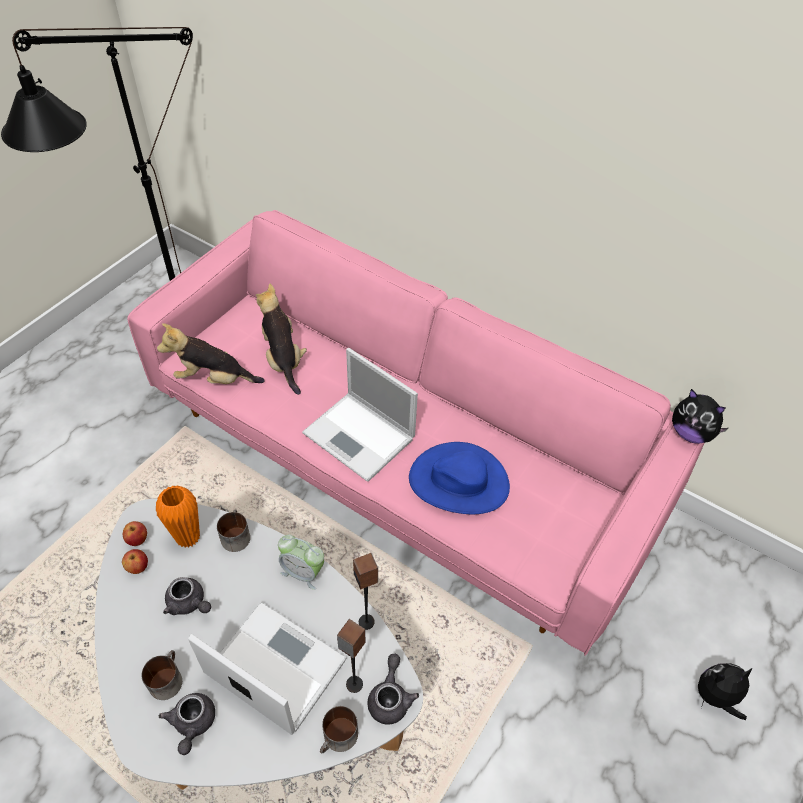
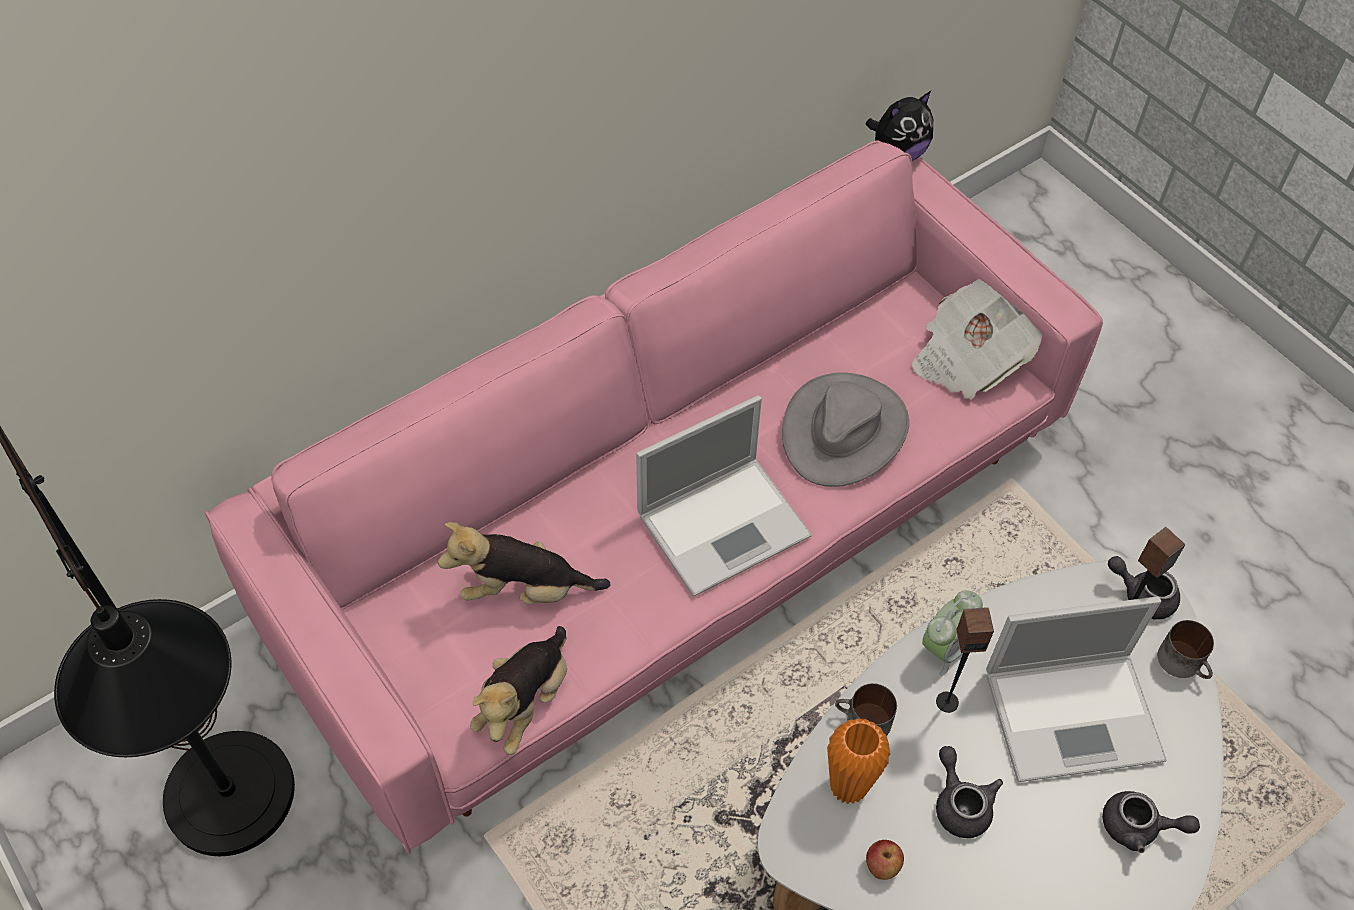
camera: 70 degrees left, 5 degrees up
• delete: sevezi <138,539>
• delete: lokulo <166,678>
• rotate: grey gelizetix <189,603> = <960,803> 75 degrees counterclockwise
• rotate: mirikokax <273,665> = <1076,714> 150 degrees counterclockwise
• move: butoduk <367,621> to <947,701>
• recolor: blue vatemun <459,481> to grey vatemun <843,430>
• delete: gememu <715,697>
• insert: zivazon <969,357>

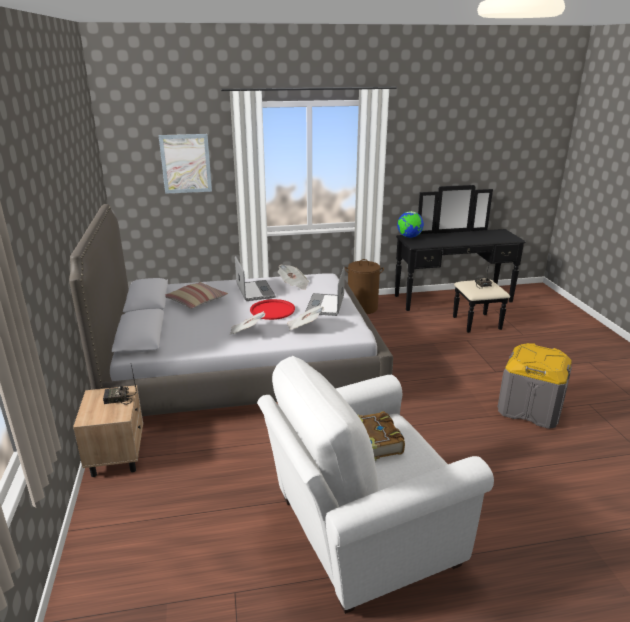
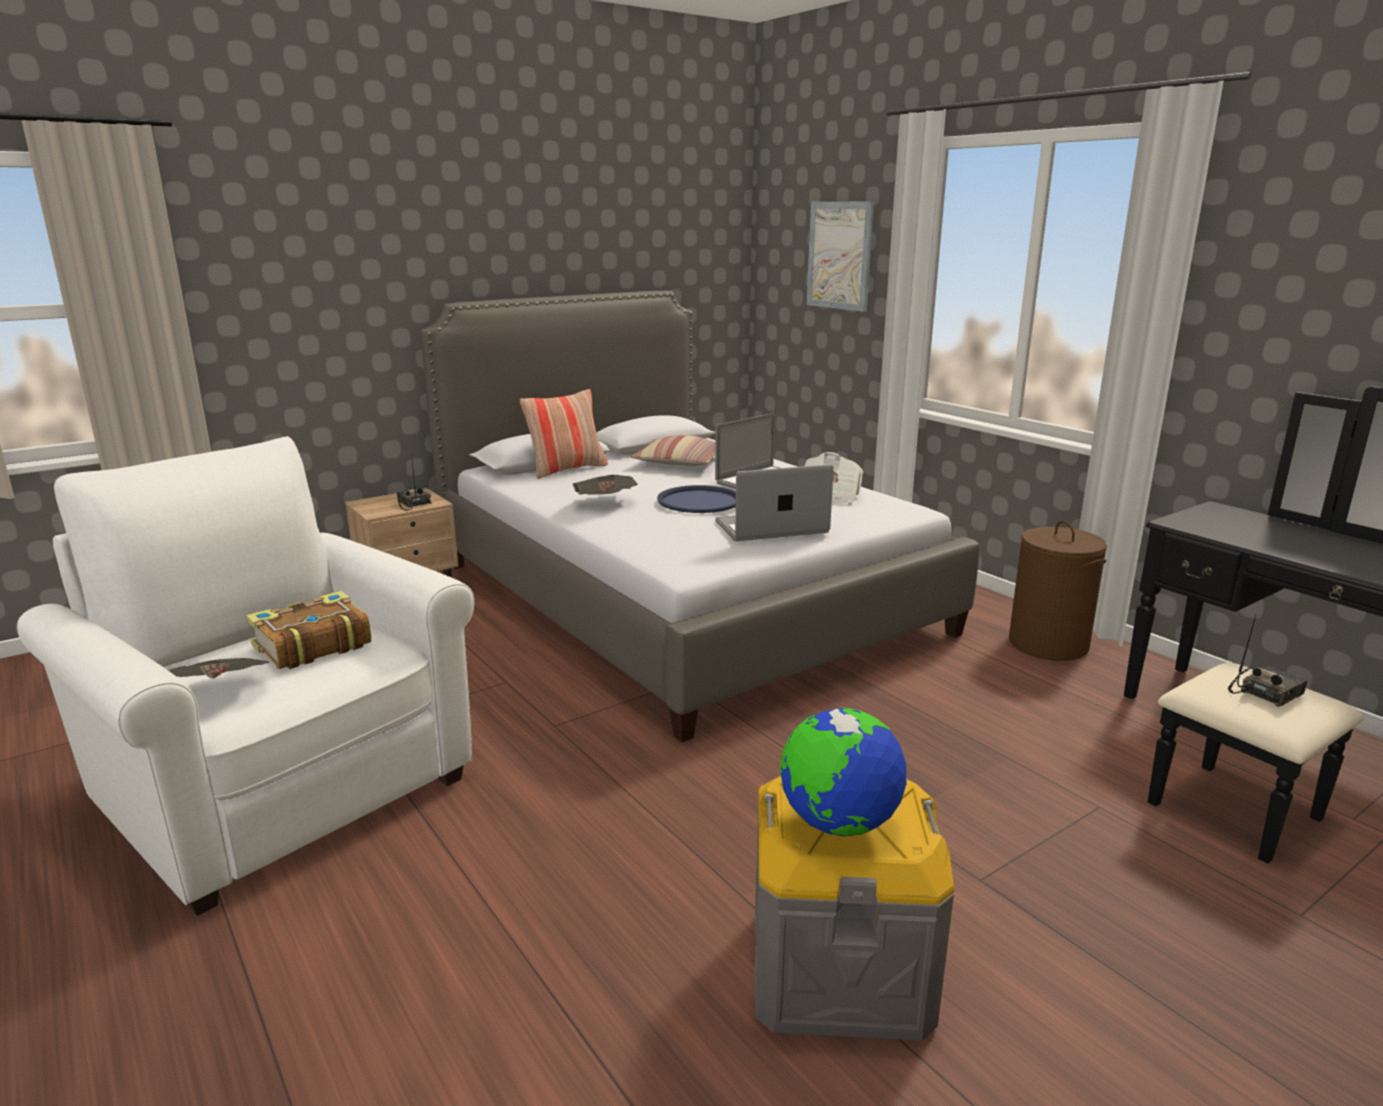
camera: 65 degrees right, 5 degrees down
• recolor: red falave <272,310> to blue falave <700,501>
• move: zivazon <304,327> to <219,693>
• move: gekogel <409,237> to <838,823>
• insert: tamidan <566,469>

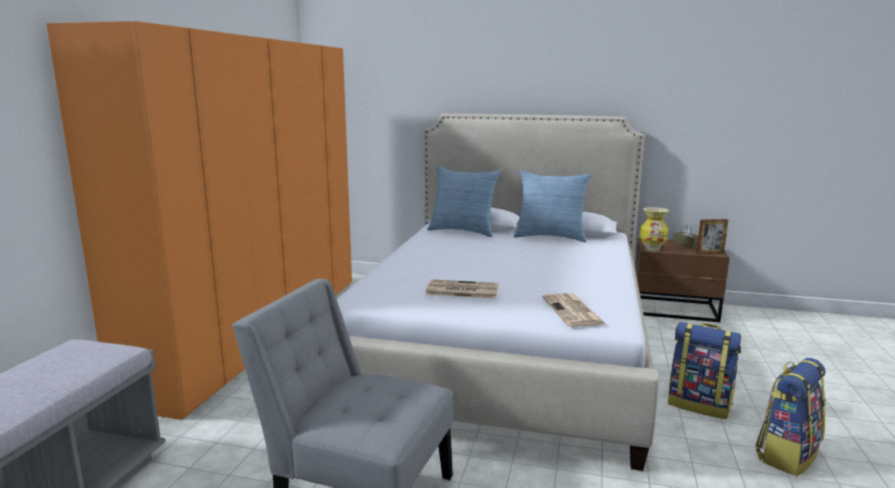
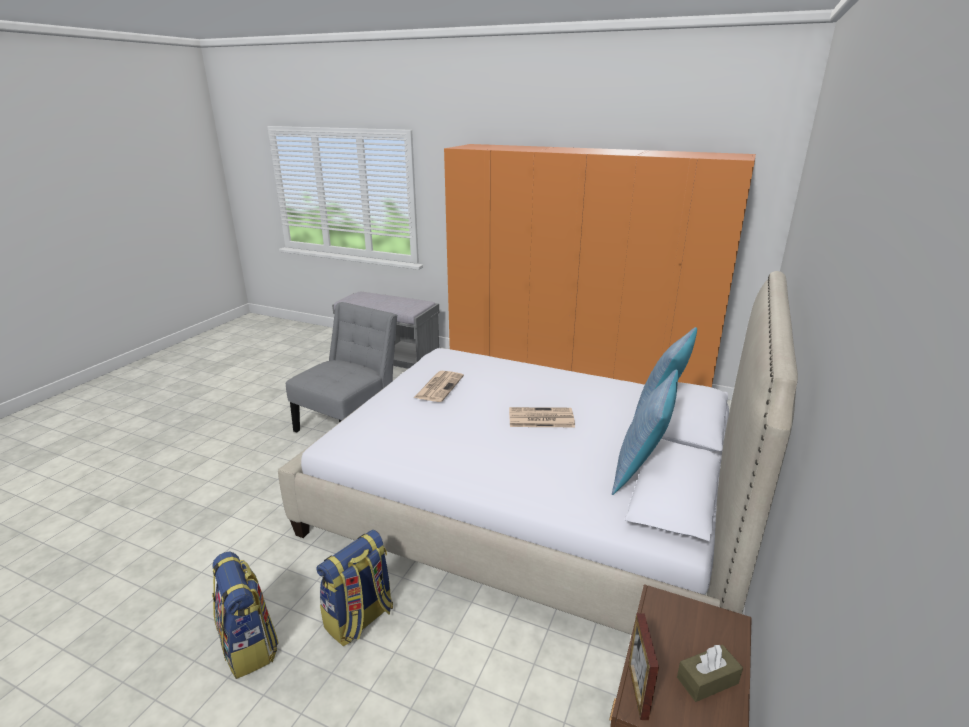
camera: 100 degrees right, 10 degrees up
• move: zivazon <573,311> to <540,418>
• delete: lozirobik <652,249>

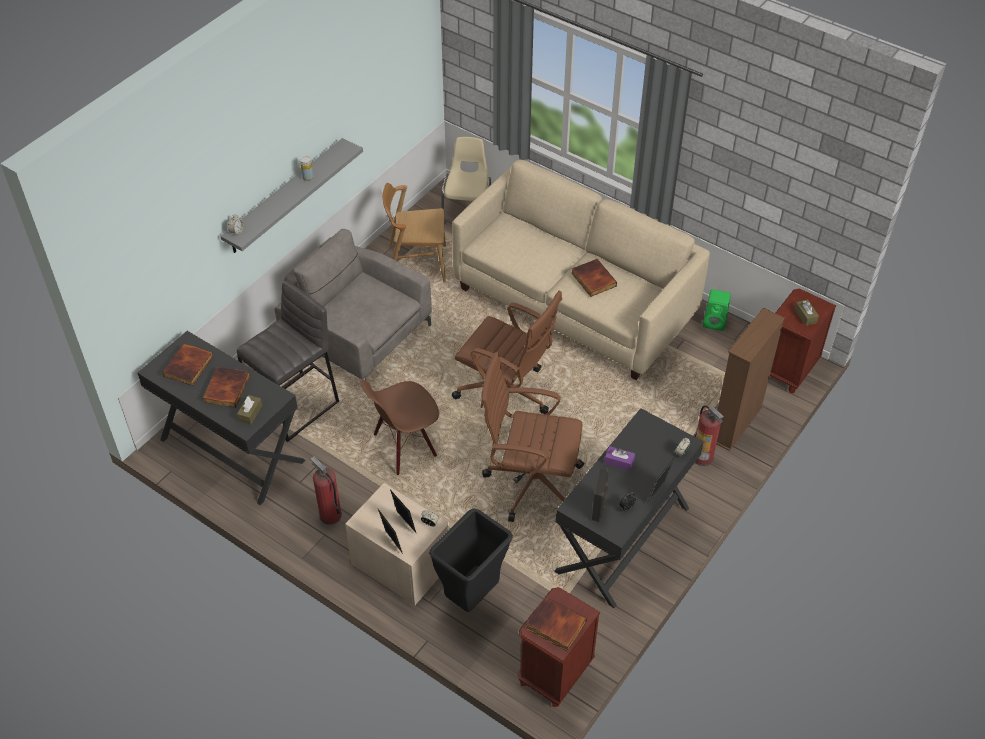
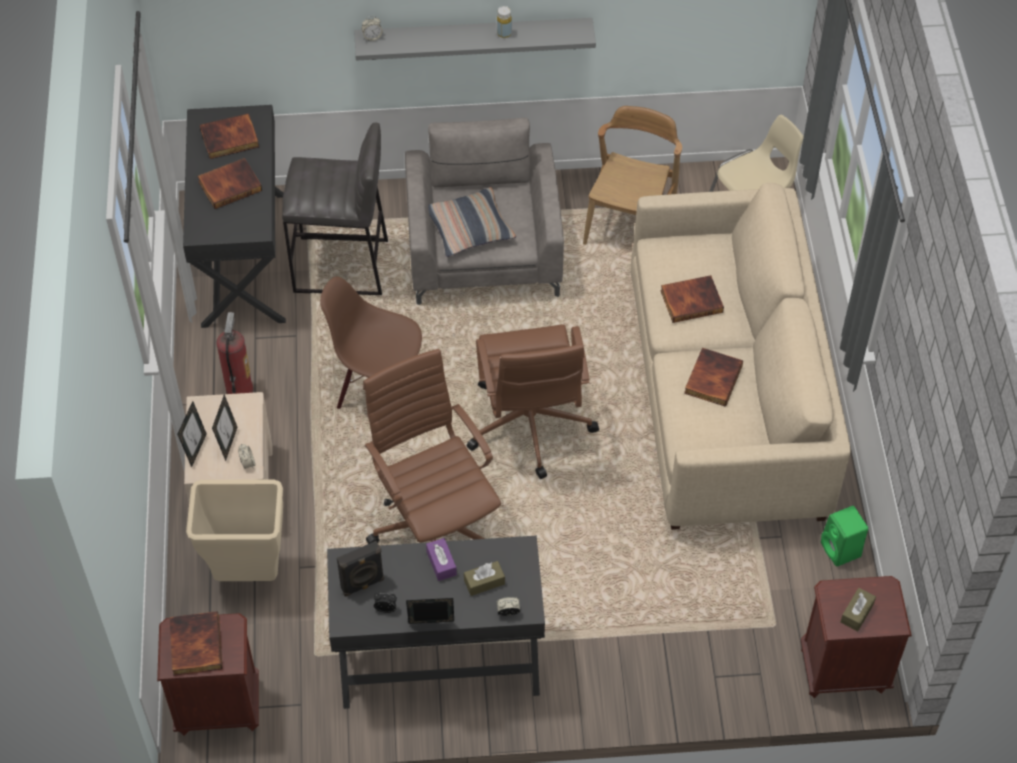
camera: 50 degrees right, 5 degrees up
• move: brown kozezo <250,413> to <484,582>
• rotate: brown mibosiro <416,264> = <630,224> 60 degrees clockwise
• recolor: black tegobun <472,597> to beige tegobun <247,575>
• delete: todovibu <702,457>
• delete: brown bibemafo <736,424>
• insert: tamidan <469,228>
• insert: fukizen <691,300>

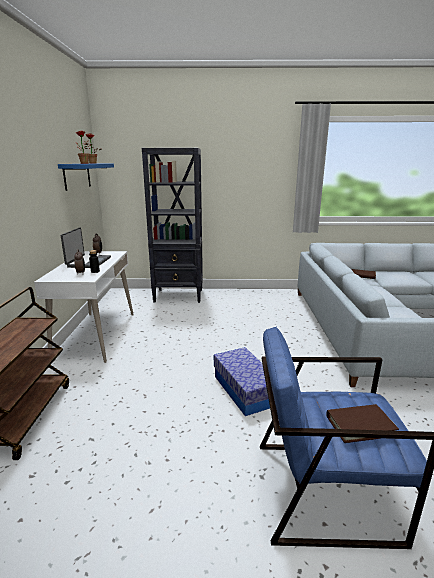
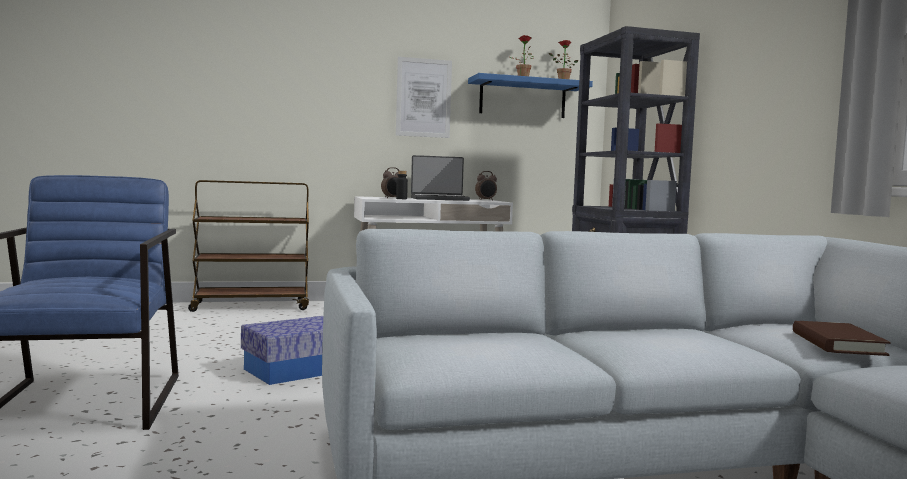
camera: 75 degrees right, 15 degrees down
• delete: brown fukizen <360,425>
• insert: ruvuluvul <423,98>

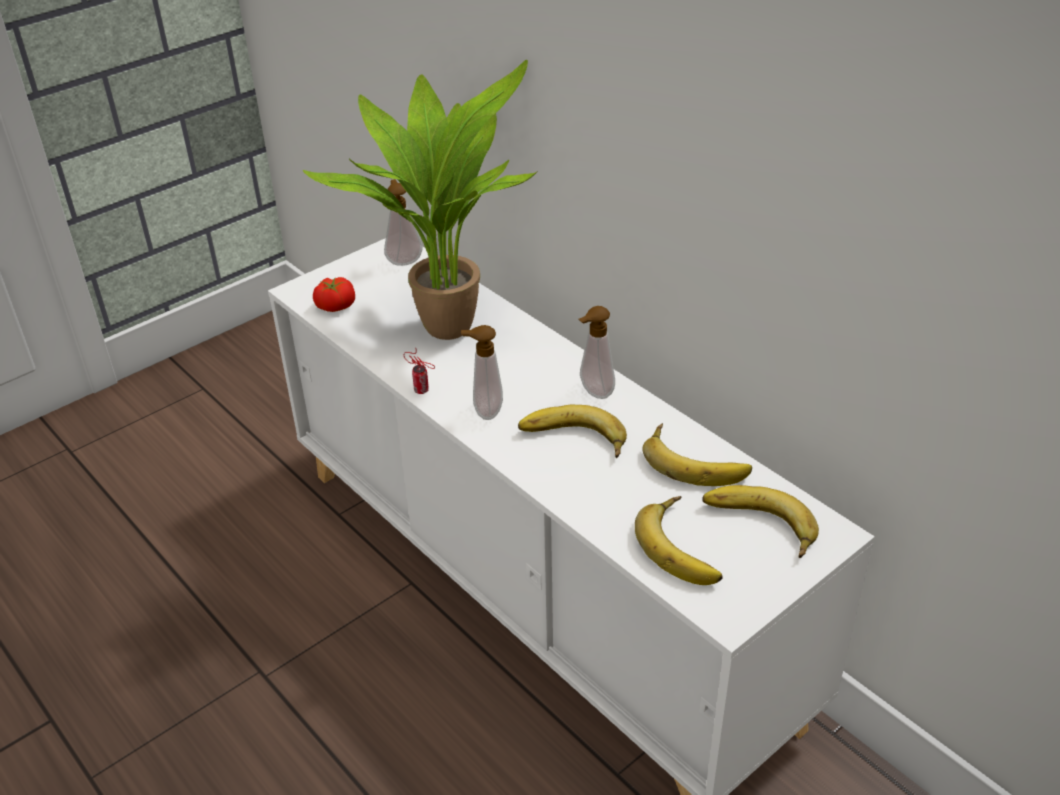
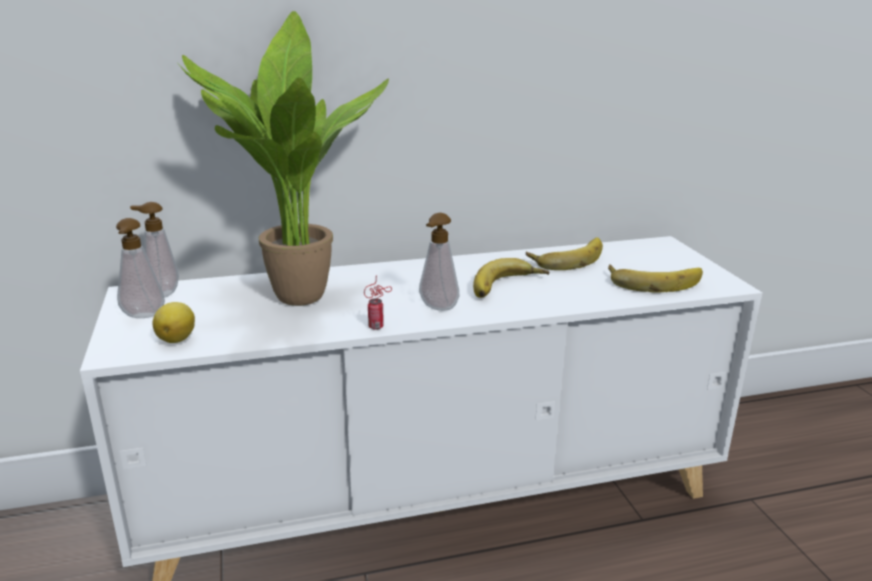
camera: 65 degrees left, 15 degrees down
• replace: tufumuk <335,305> to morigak <177,339>
• move: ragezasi <594,393> to <142,316>
• delete: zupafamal <757,527>

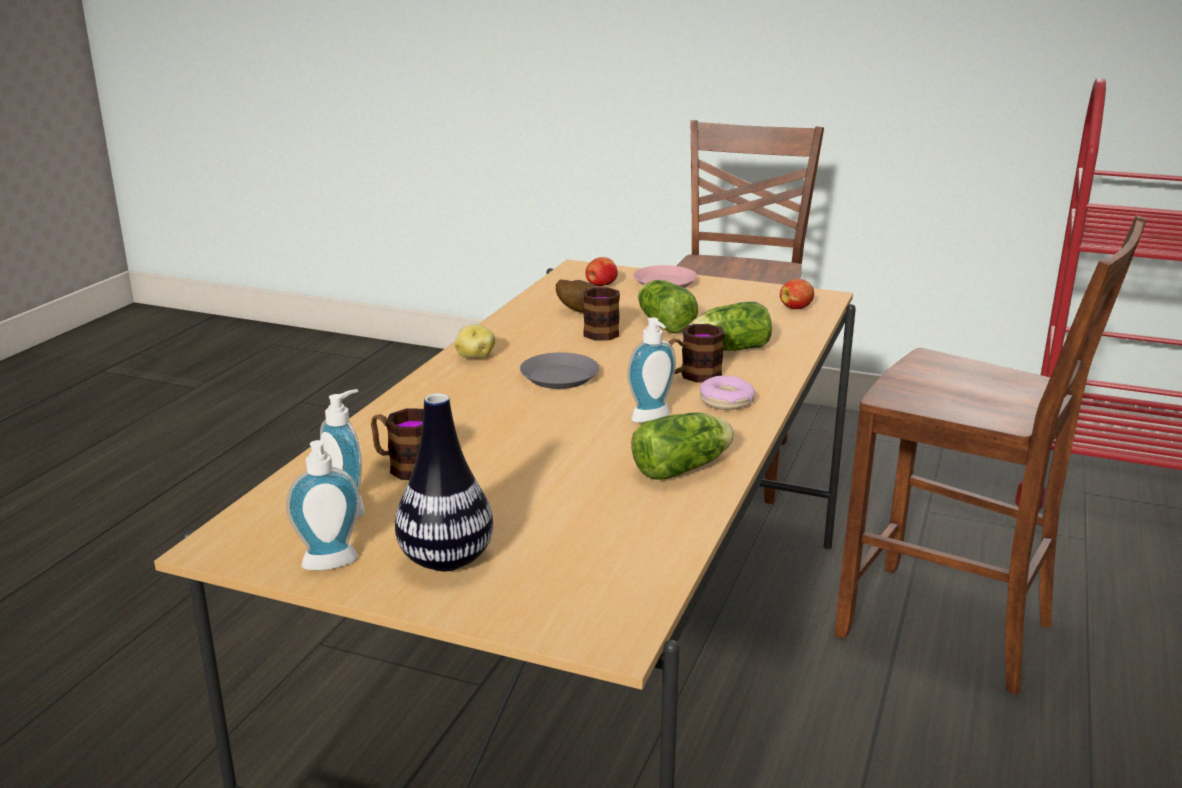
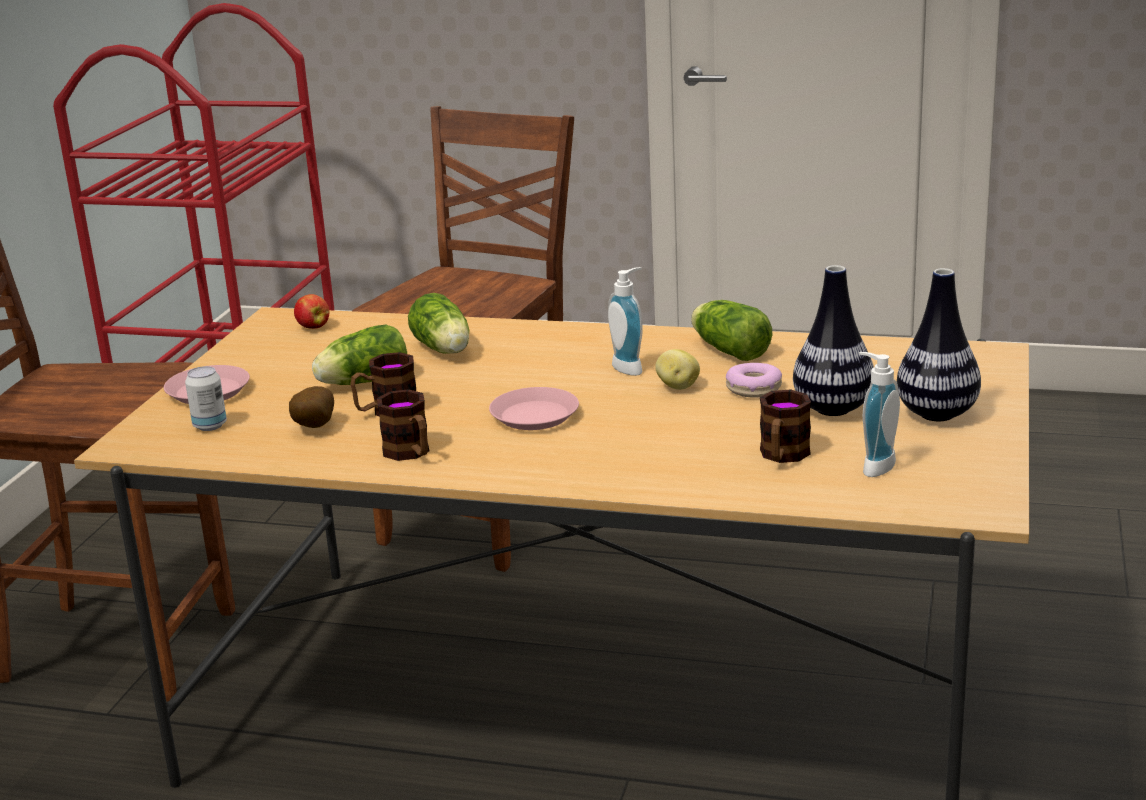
camera: 95 degrees left, 0 degrees up
• delete: ragezasi <330,566>
• move: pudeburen <474,357> to <677,386>
• recolor: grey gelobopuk <559,377> to pink gelobopuk <535,416>
• replace: sevezi <600,285> to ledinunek <210,426>
• move: lokulo <693,376> to <410,453>
• move: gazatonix <726,401> to <754,388>
• insert: lozirobik <833,409>

